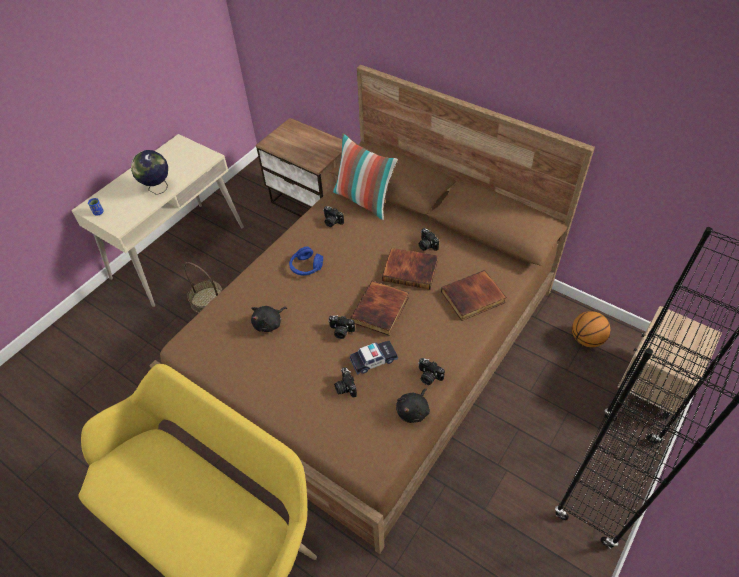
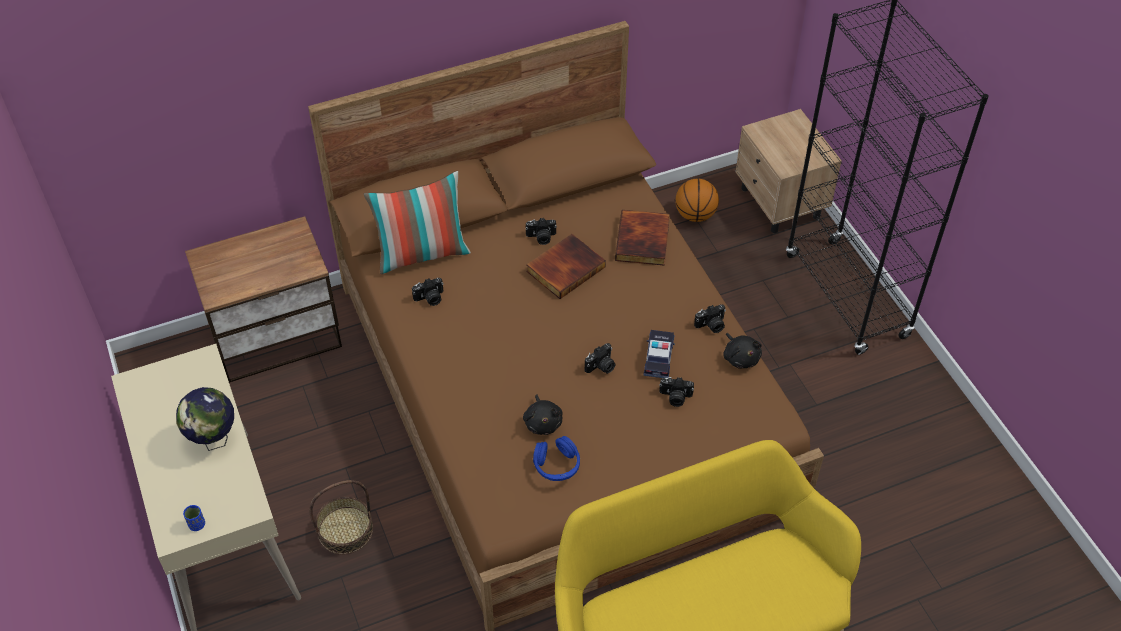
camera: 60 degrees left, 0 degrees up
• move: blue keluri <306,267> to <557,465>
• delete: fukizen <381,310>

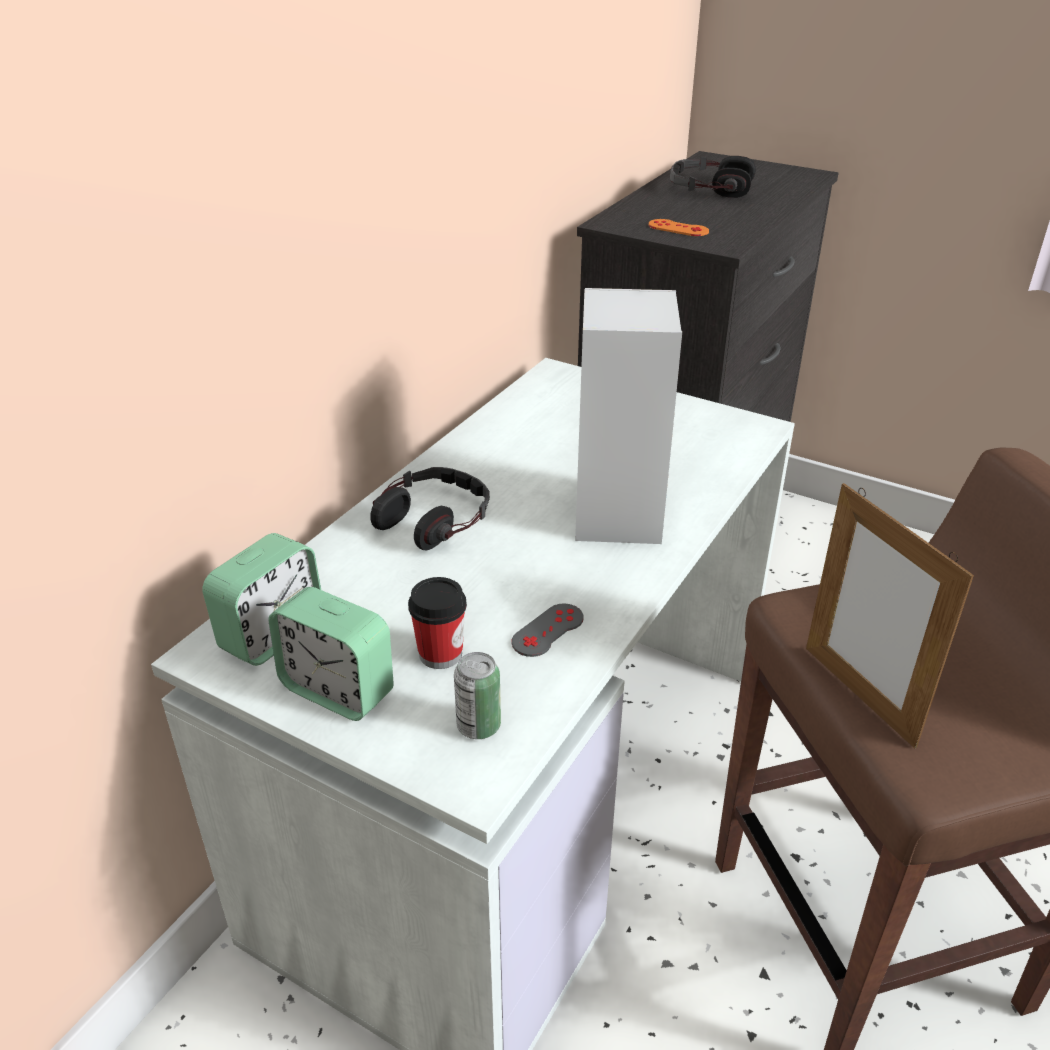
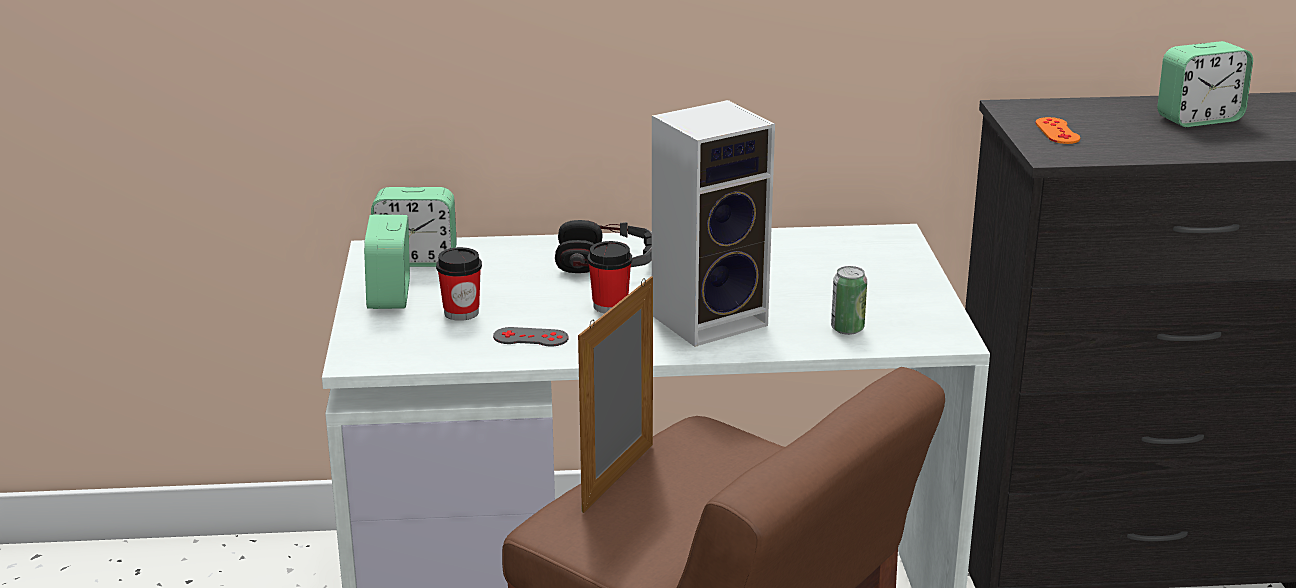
camera: 55 degrees right, 10 degrees down
• move: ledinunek <478,726> to <847,329>
• replace: keluri <710,188> to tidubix <1199,119>
• insert: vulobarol <610,306>

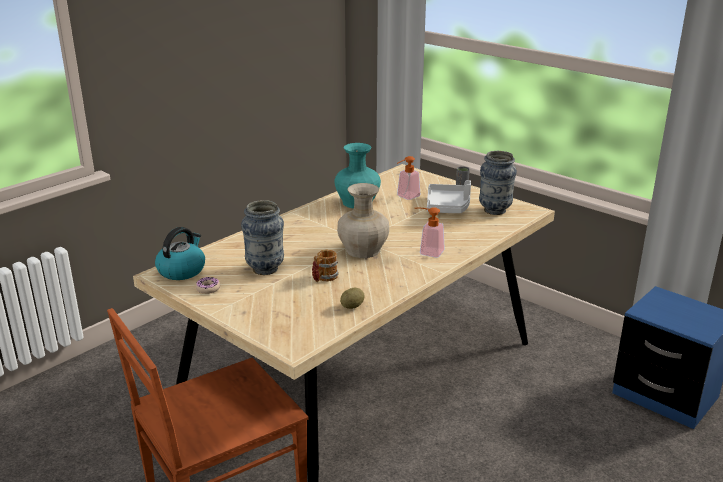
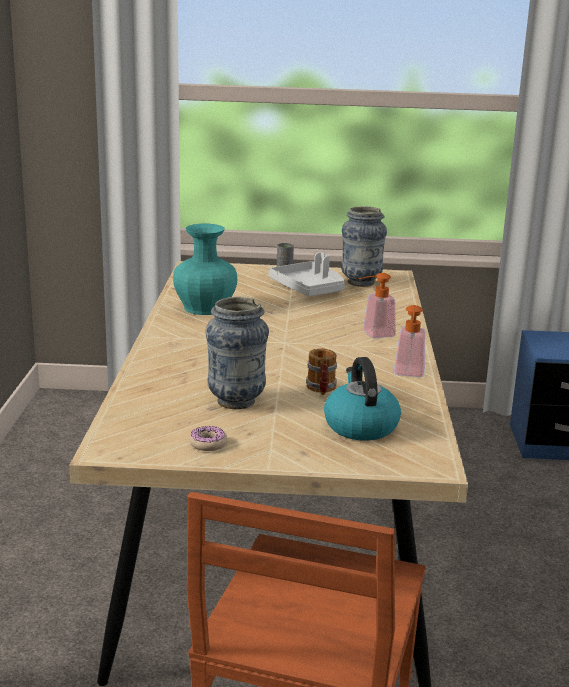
camera: 40 degrees left, 5 degrees down
• move: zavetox <182,270> to <360,426>
• delete: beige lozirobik <363,250>
• delete: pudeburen <352,306>
• move: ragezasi <405,197> to <408,374>

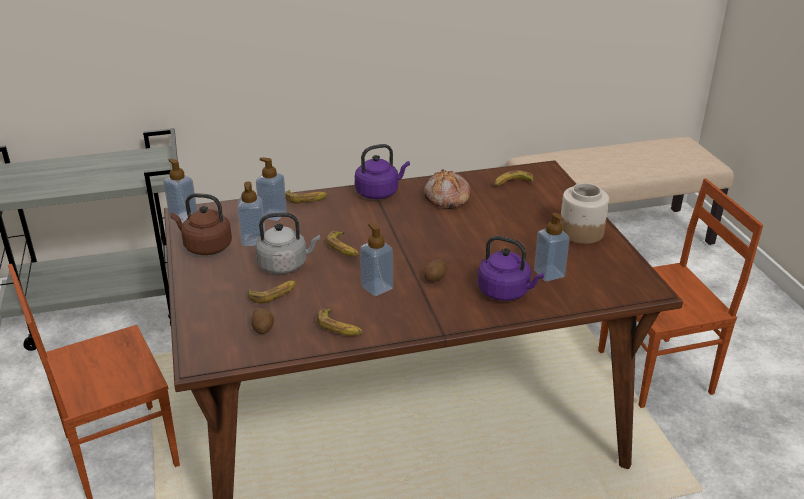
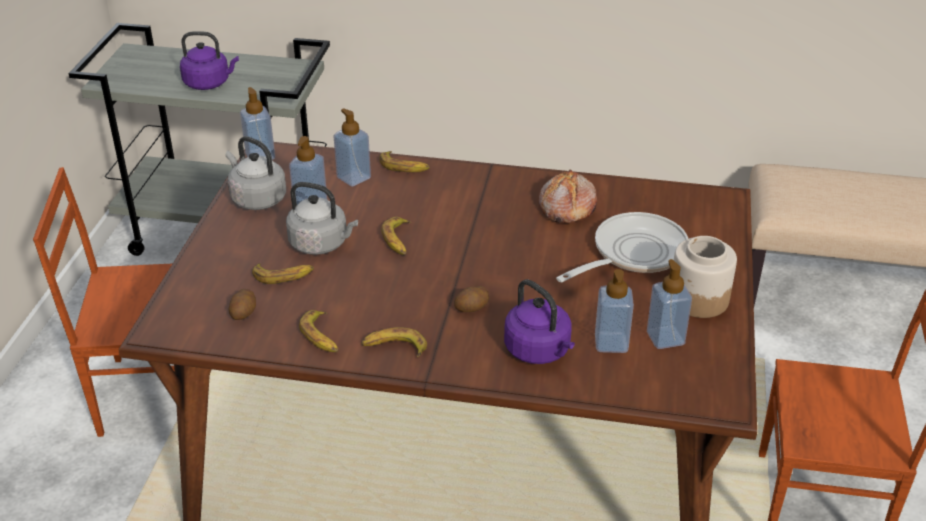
camera: 25 degrees right, 5 degrees up
• recolor: brown zavetox <205,247> to grey zavetox <256,198>
• move: purple zavetox <379,192> to <209,83>
• move: ragezasi <377,287> to <665,338>
• move: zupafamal <513,183> to <394,348>
• insert: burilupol <633,253>

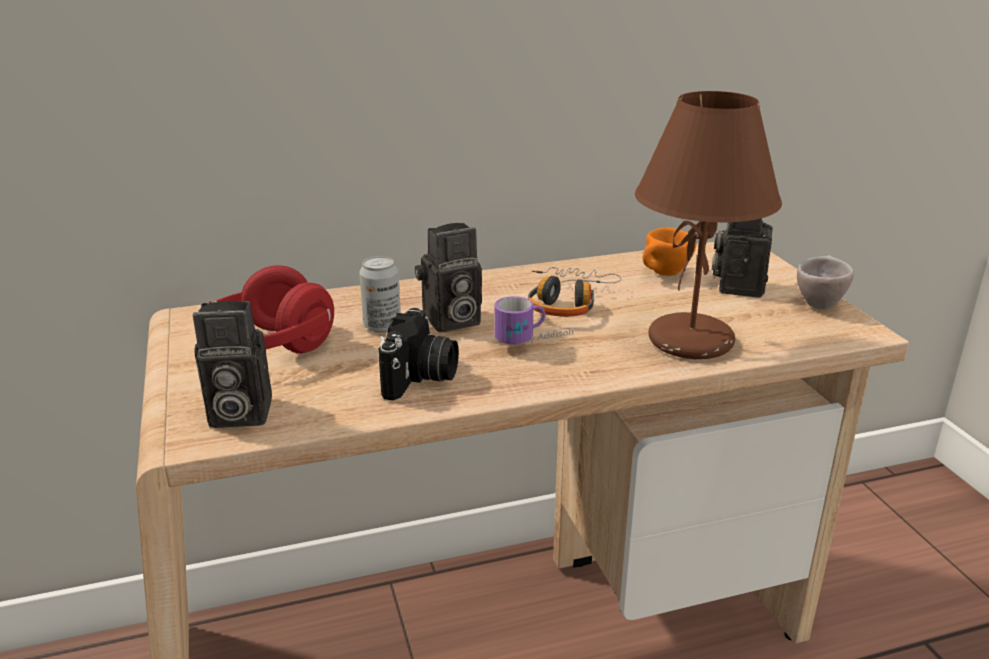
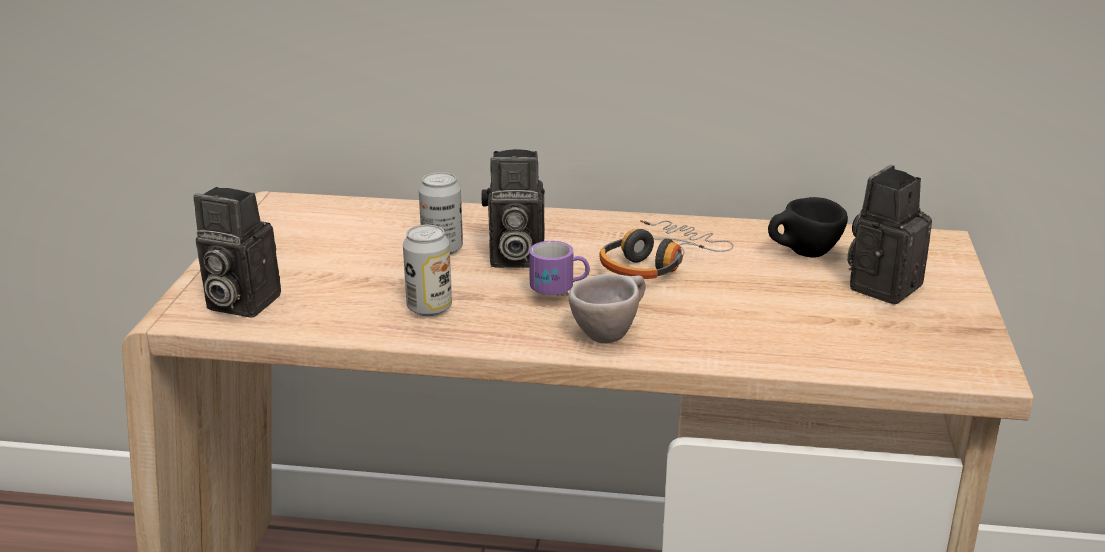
camera: 25 degrees right, 0 degrees up
• delete: red keluri <270,347>
• replace: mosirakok <420,378> to ledinunek <429,308>
• delete: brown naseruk <691,342>
• recolor: orange vulobarol <663,275> to black vulobarol <803,255>
• move: beige vulobarol <818,302> to <610,334>

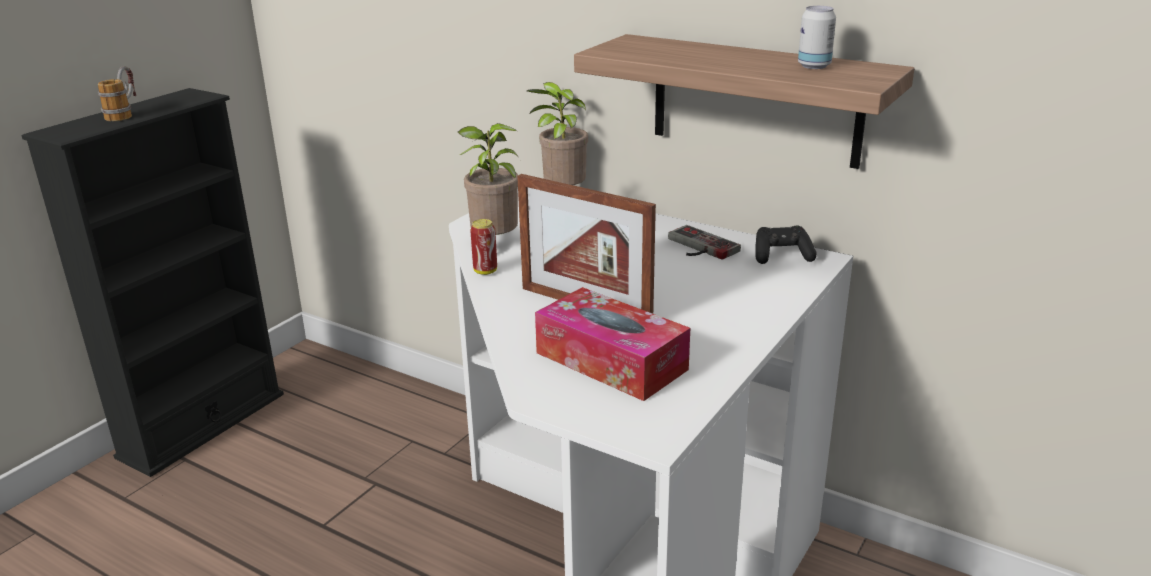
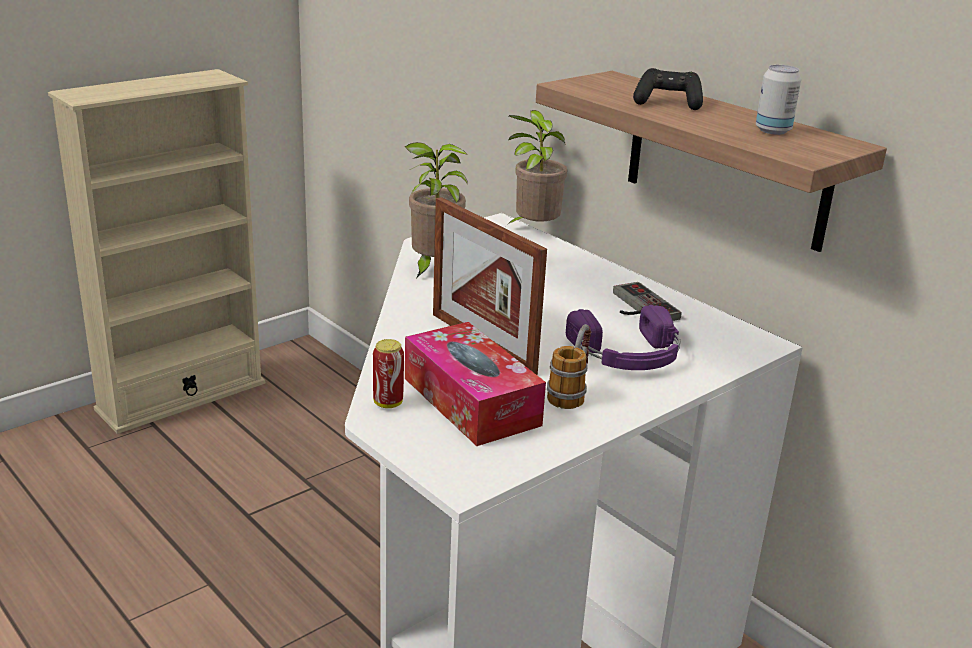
camera: 15 degrees right, 0 degrees up
• recolor: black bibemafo <202,425> to beige bibemafo <181,396>
• move: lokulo <125,114> to <571,391>
• move: ledinunek <485,271> to <388,403>
• move: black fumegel <782,256> to <668,103>
• insert: purple keluri <628,354>

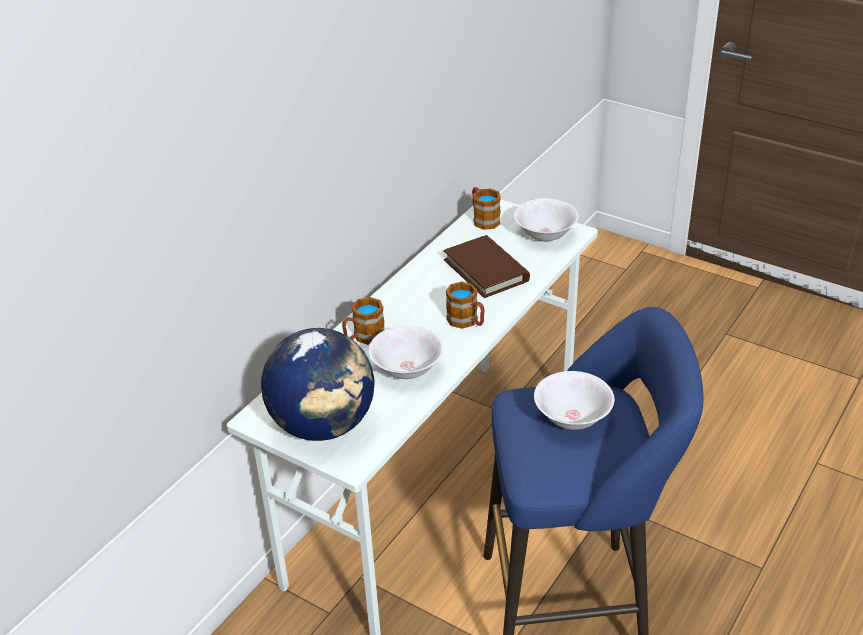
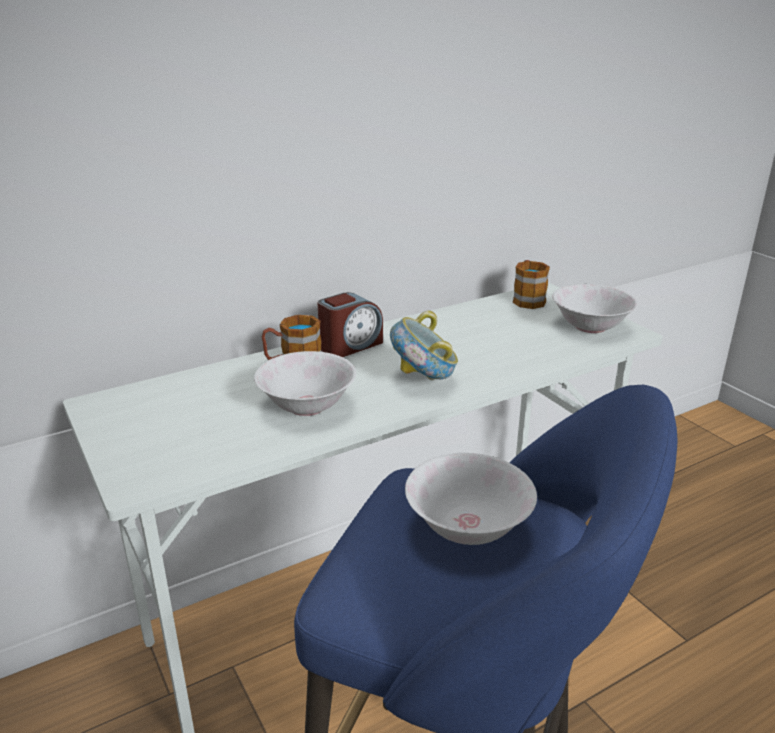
camera: 25 degrees right, 10 degrees down
• delete: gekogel <323,425>
• delete: brown fukizen <486,270>
• replace: lokulo <467,321> to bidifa <423,380>
• insert: tidubix <350,346>

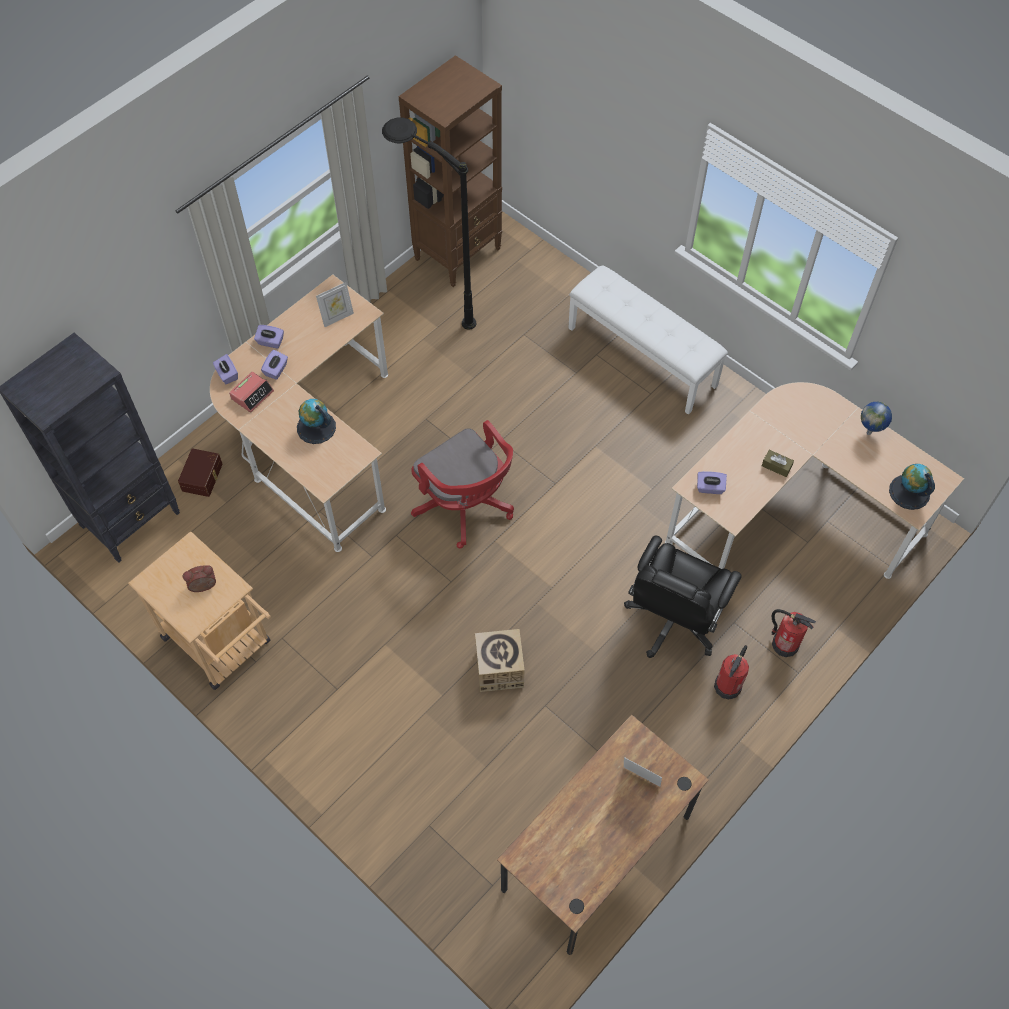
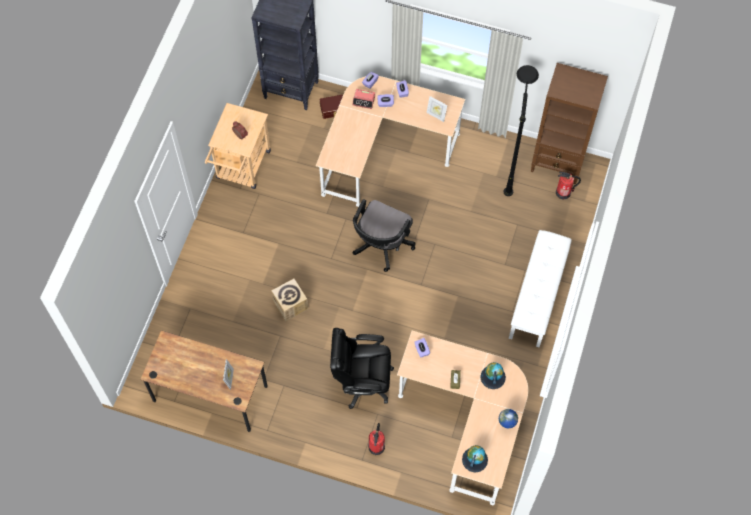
camera: 65 degrees right, 5 degrees up
• move: gekogel <316,427> to <492,377>
• recolor: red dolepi <466,507> to black dolepi <381,245>
• move: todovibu <728,686> to <563,192>

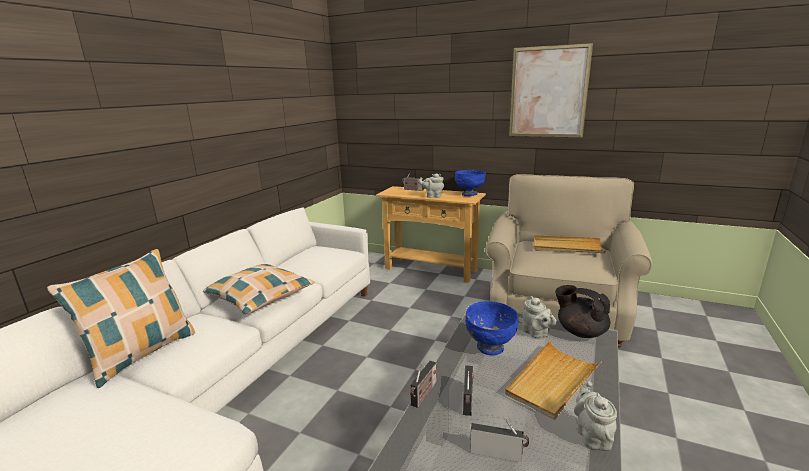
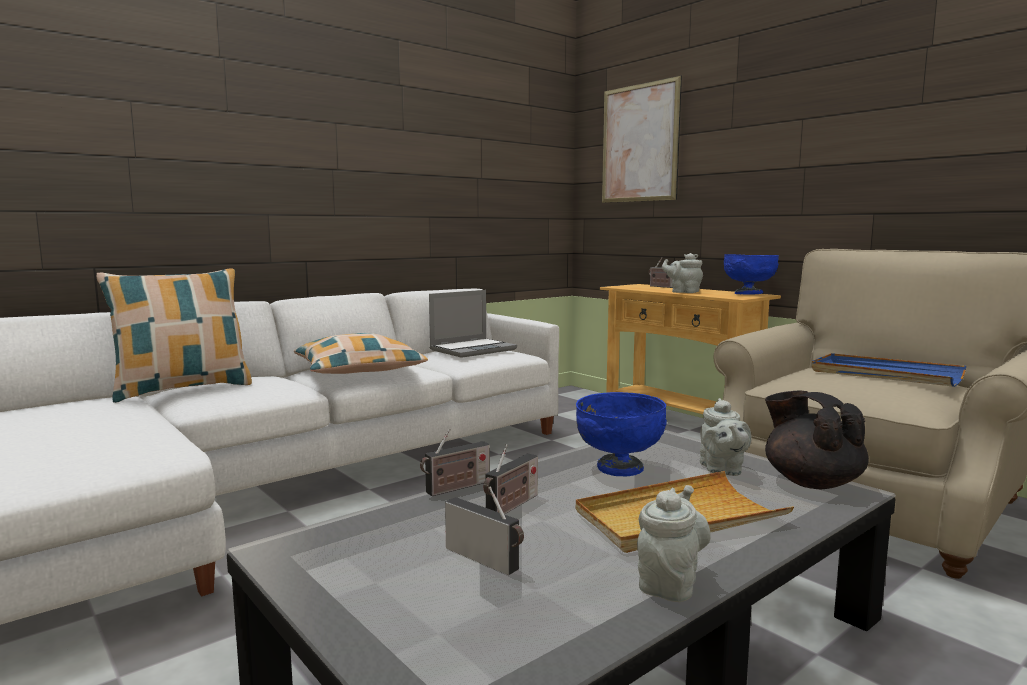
camera: 25 degrees right, 10 degrees down
• move: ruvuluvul <548,92> to <639,143>
• recolor: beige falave <567,247> to blue falave <885,374>
• insert: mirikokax <473,349>

